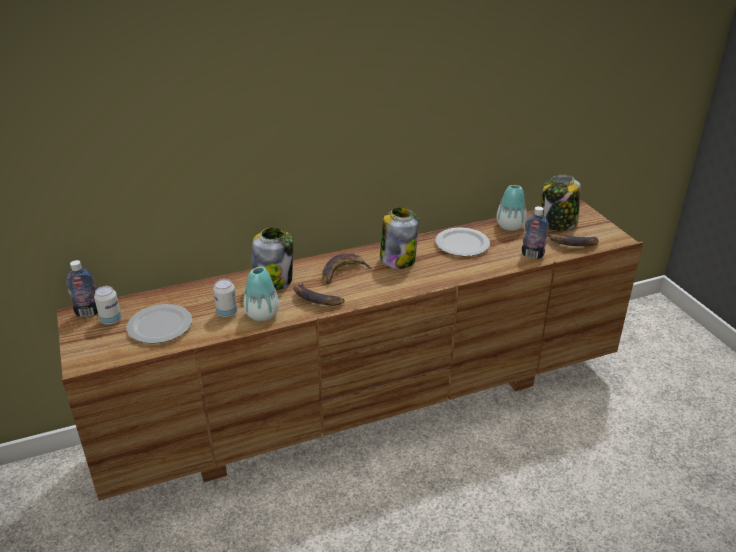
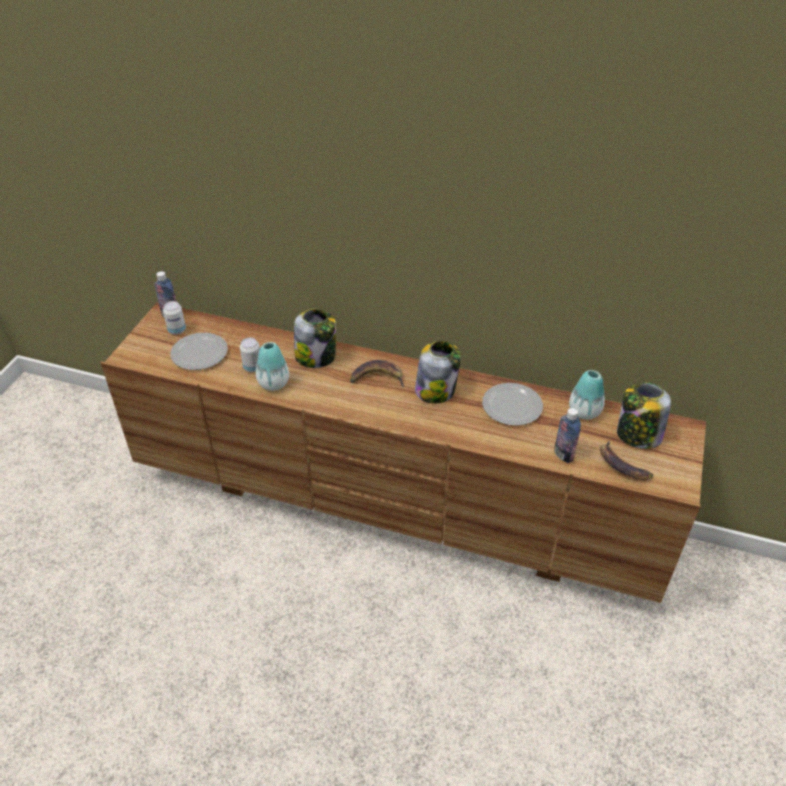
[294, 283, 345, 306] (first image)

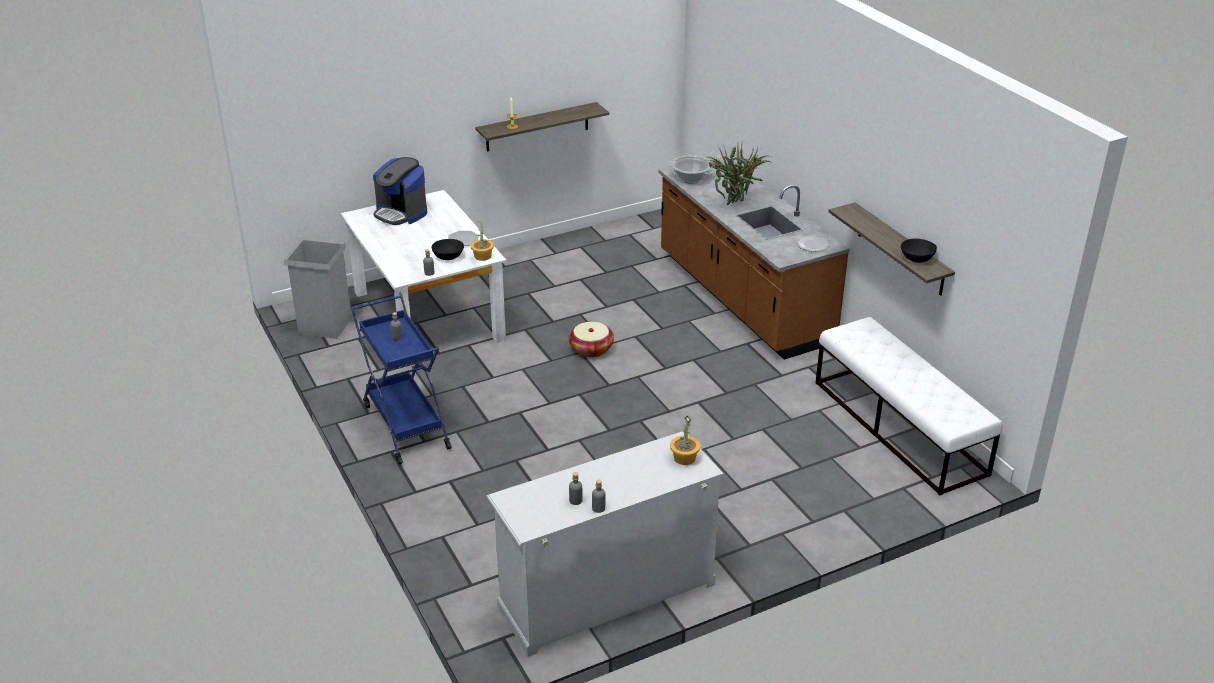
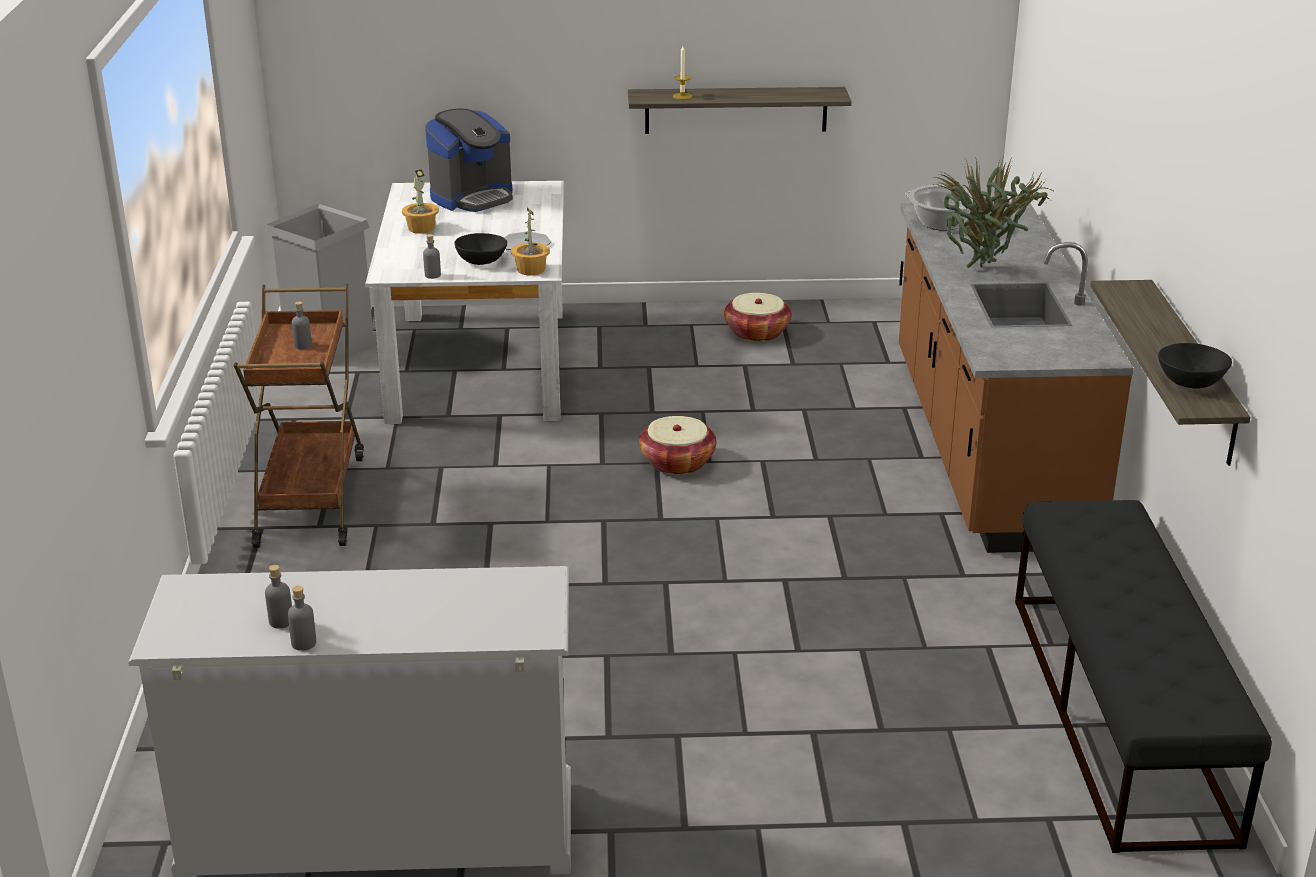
[796, 235, 830, 252] (first image)
[724, 293, 792, 342]
[402, 169, 439, 234]
[234, 283, 364, 548]
[1015, 500, 1272, 853]
[425, 108, 513, 212]

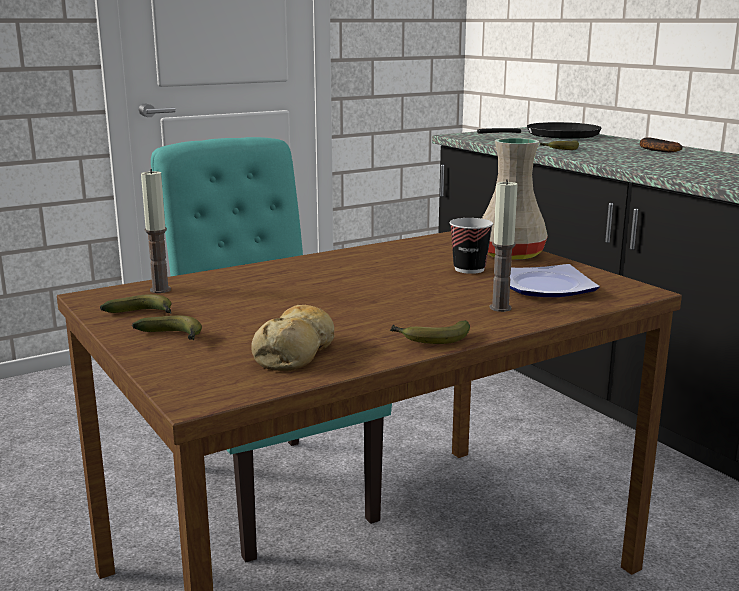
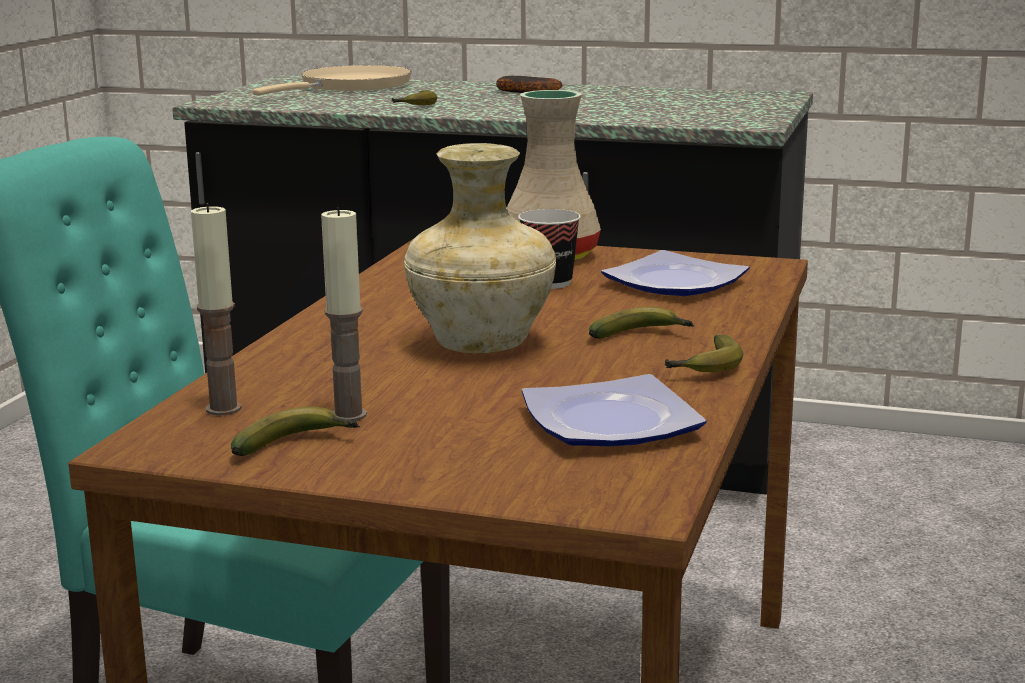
[404, 143, 556, 354]
[589, 307, 695, 339]
[321, 207, 367, 421]
[522, 374, 706, 446]
[253, 65, 412, 95]

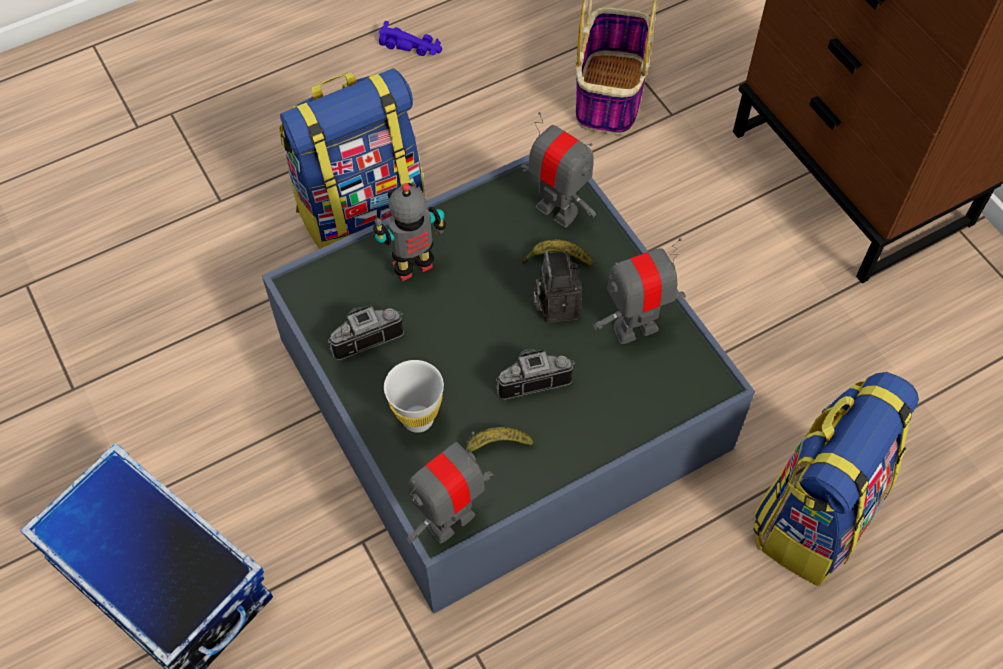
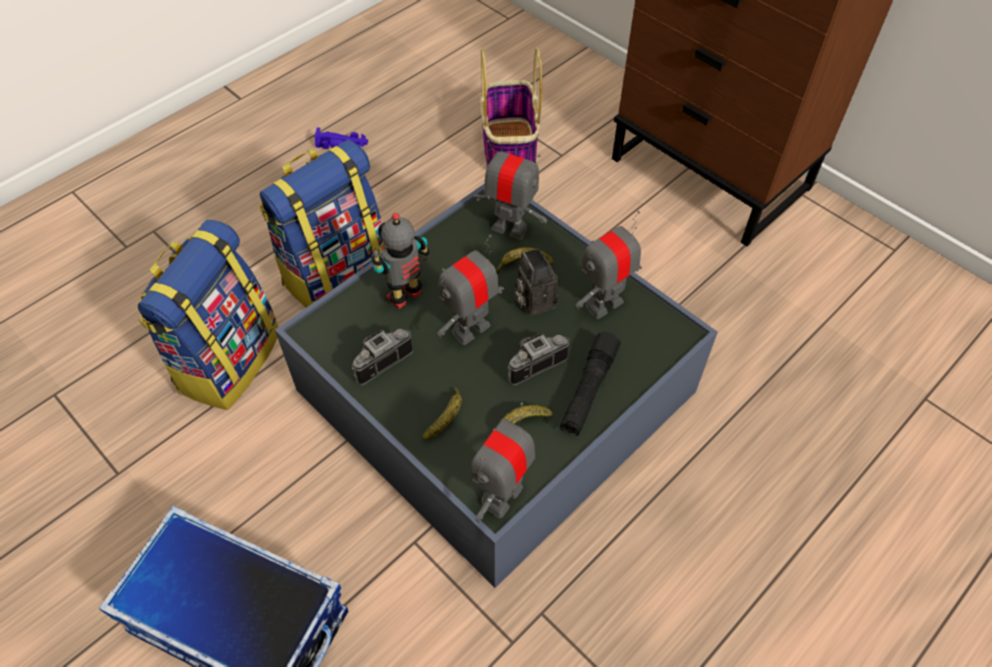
[437, 235, 505, 345]
[560, 332, 621, 436]
[138, 220, 278, 410]
[423, 388, 462, 440]

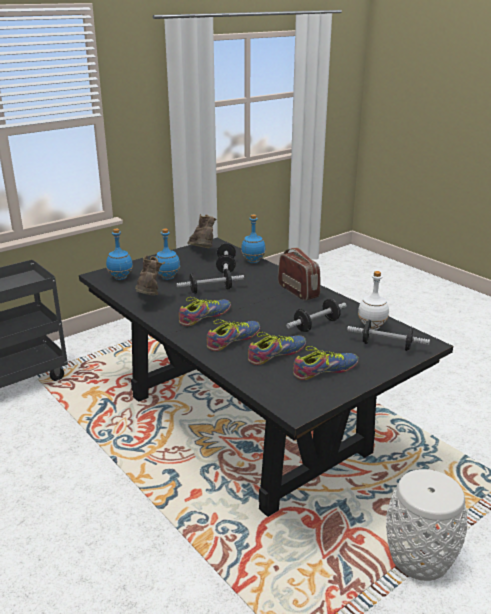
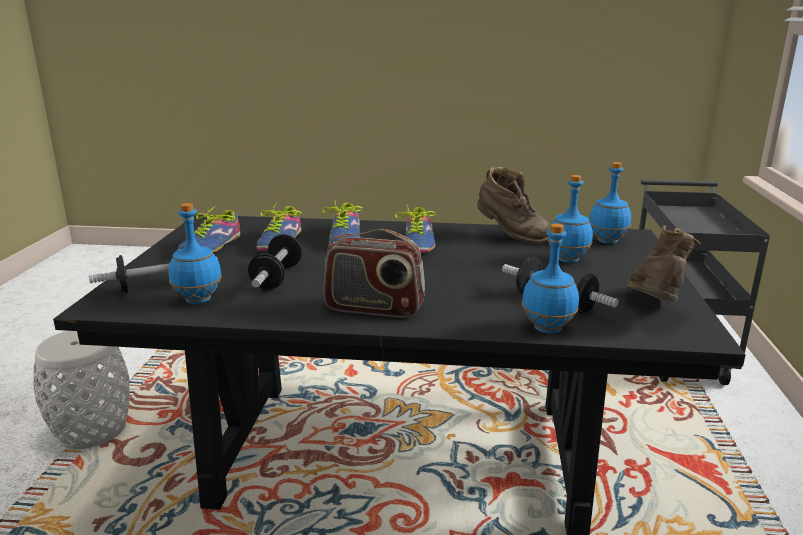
[176, 269, 244, 294] (first image)
[168, 203, 222, 304]
[625, 225, 701, 303]

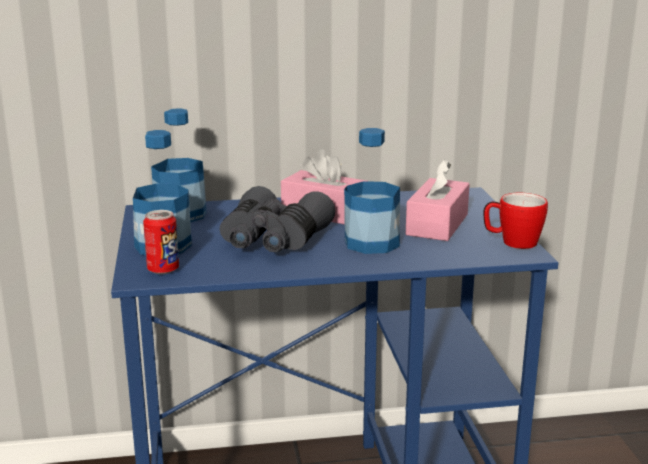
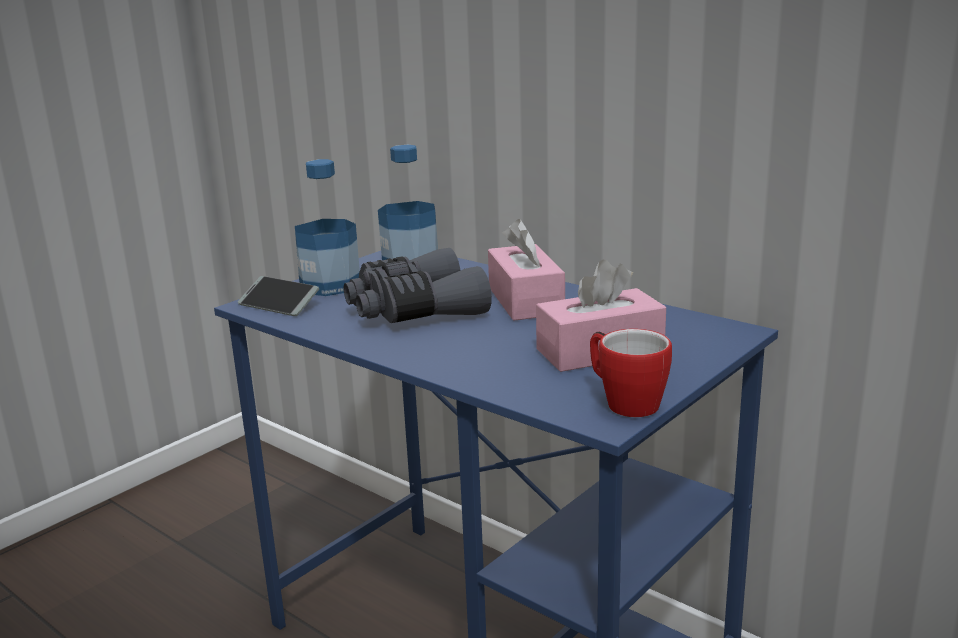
[344, 128, 400, 254] (first image)
[238, 276, 319, 316]

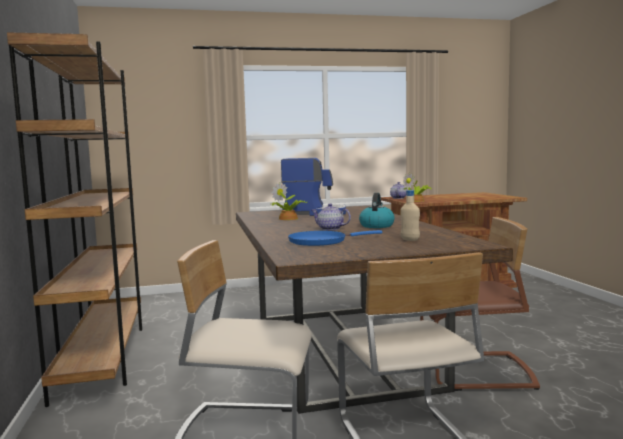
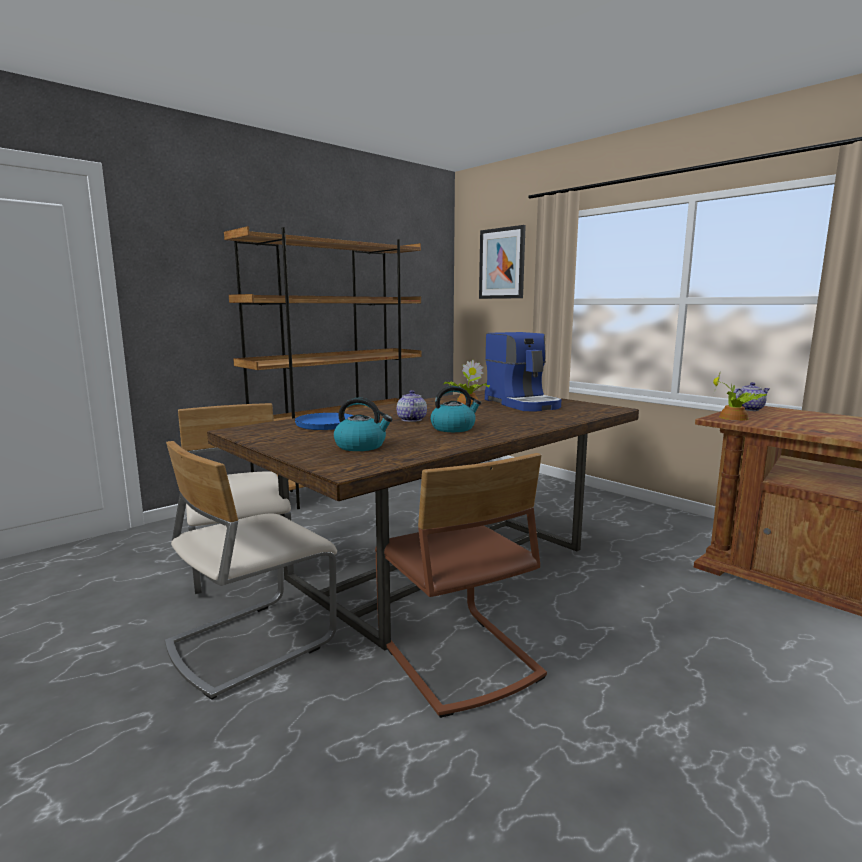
[479, 225, 526, 299]
[334, 398, 392, 451]

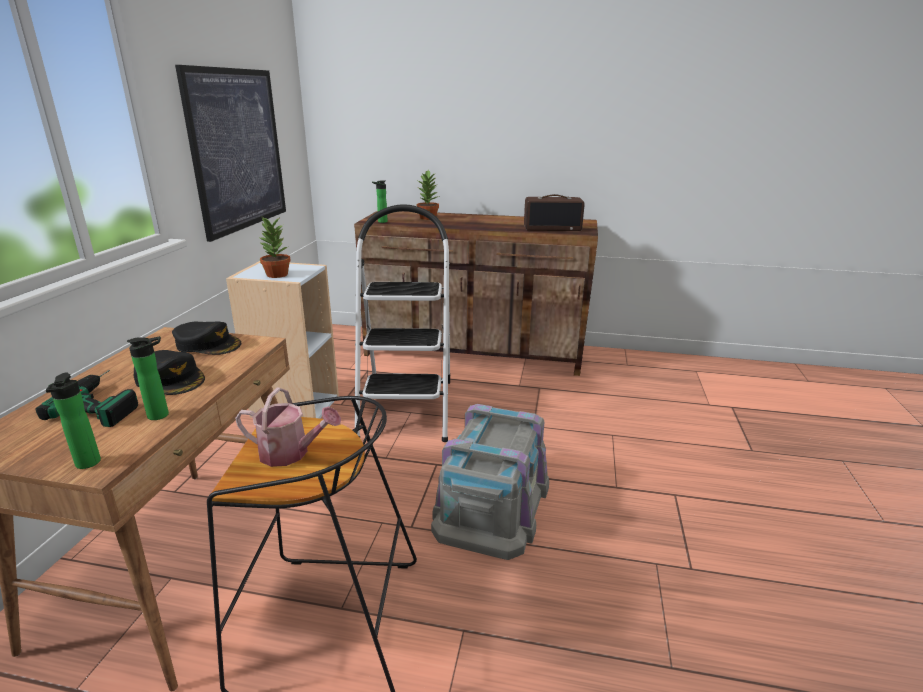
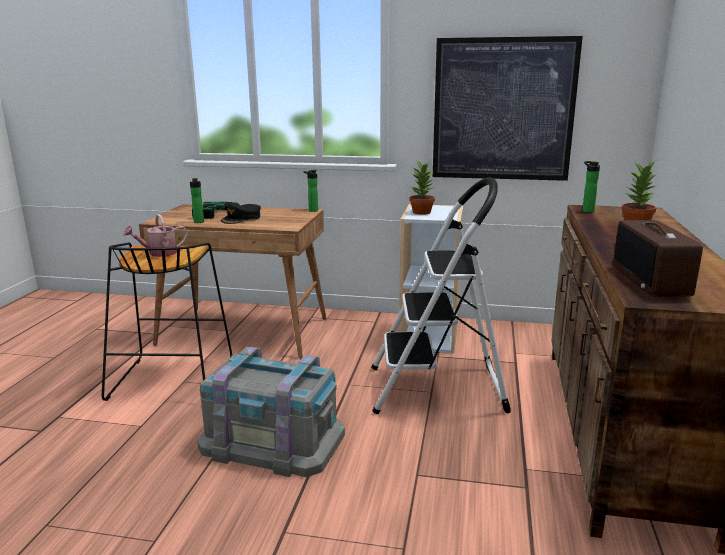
[172, 322, 241, 355] (first image)
[303, 170, 318, 212]
[123, 214, 188, 257]

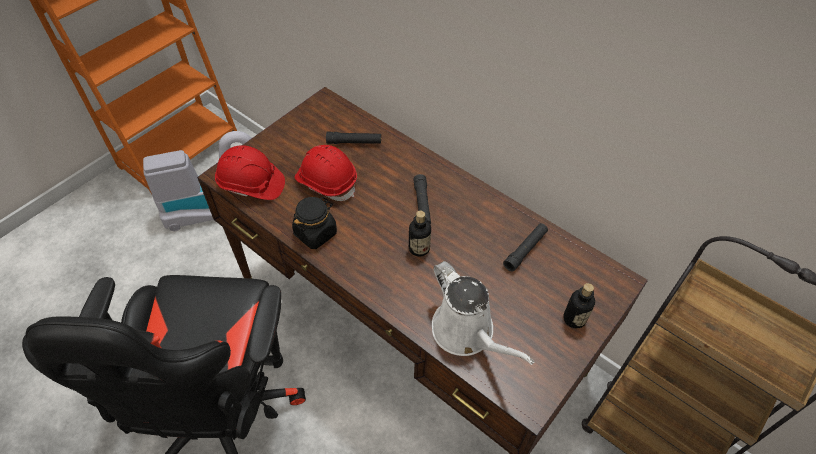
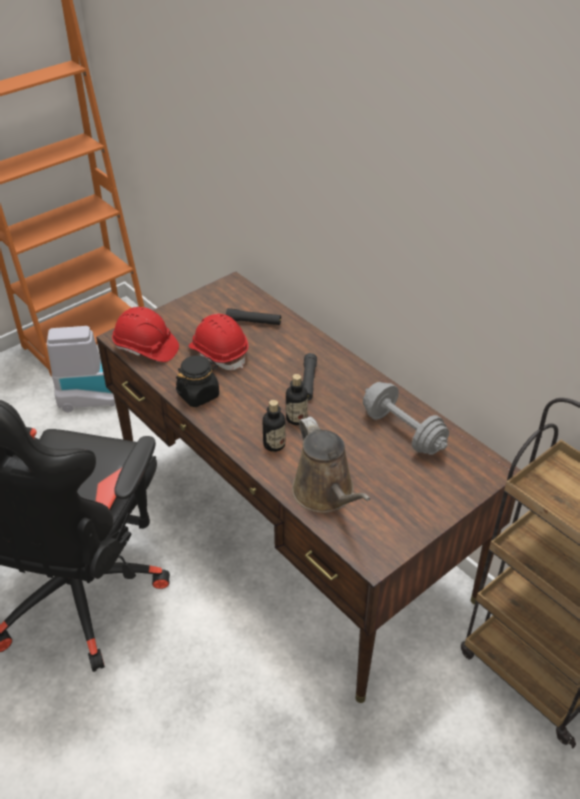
[263, 400, 285, 452]
[363, 382, 449, 455]
[292, 417, 370, 513]

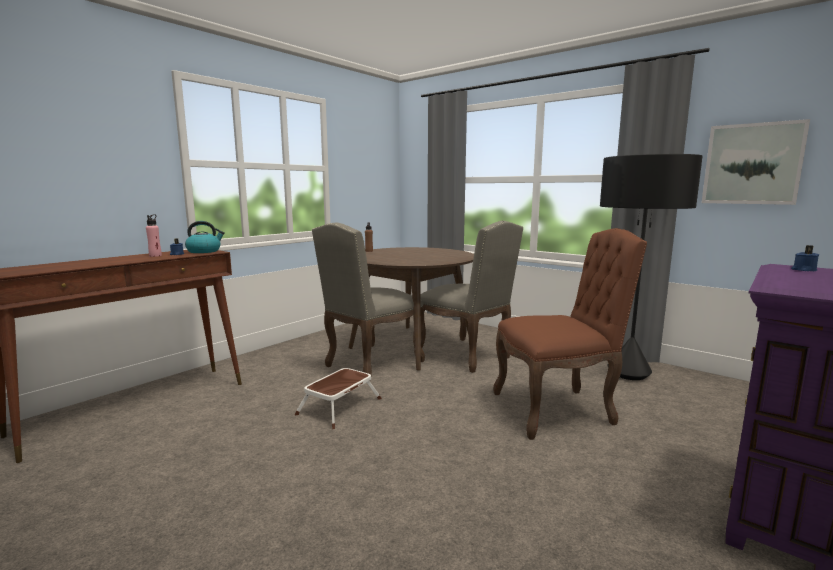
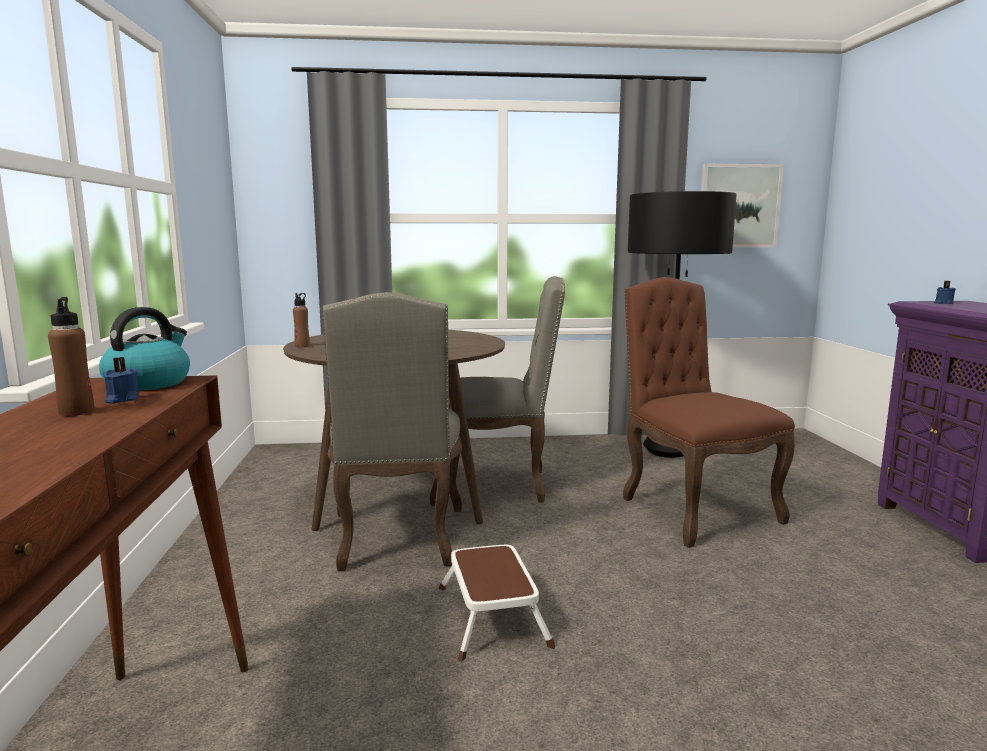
[48, 297, 94, 416]
[623, 277, 795, 548]

